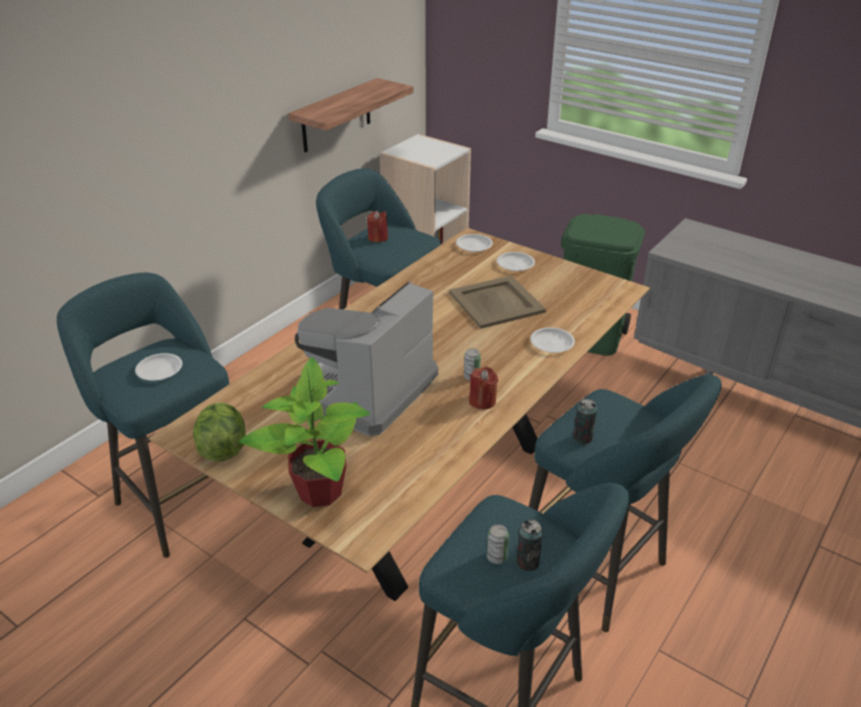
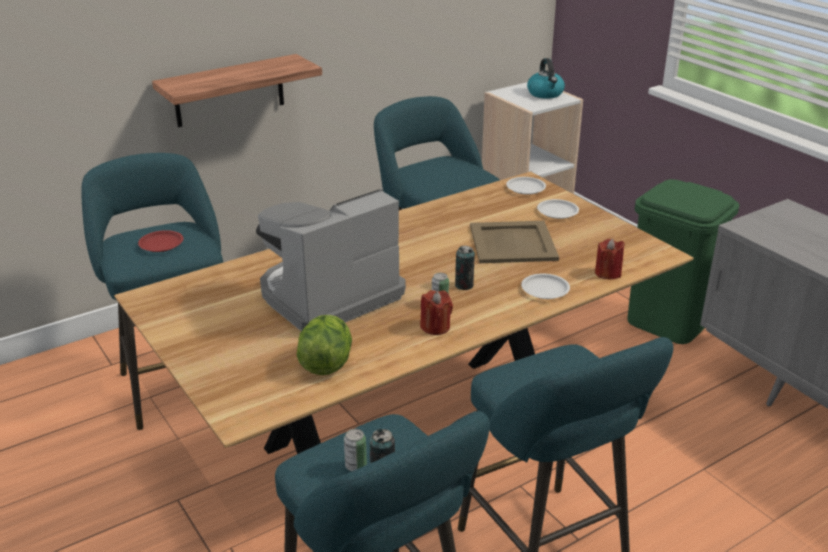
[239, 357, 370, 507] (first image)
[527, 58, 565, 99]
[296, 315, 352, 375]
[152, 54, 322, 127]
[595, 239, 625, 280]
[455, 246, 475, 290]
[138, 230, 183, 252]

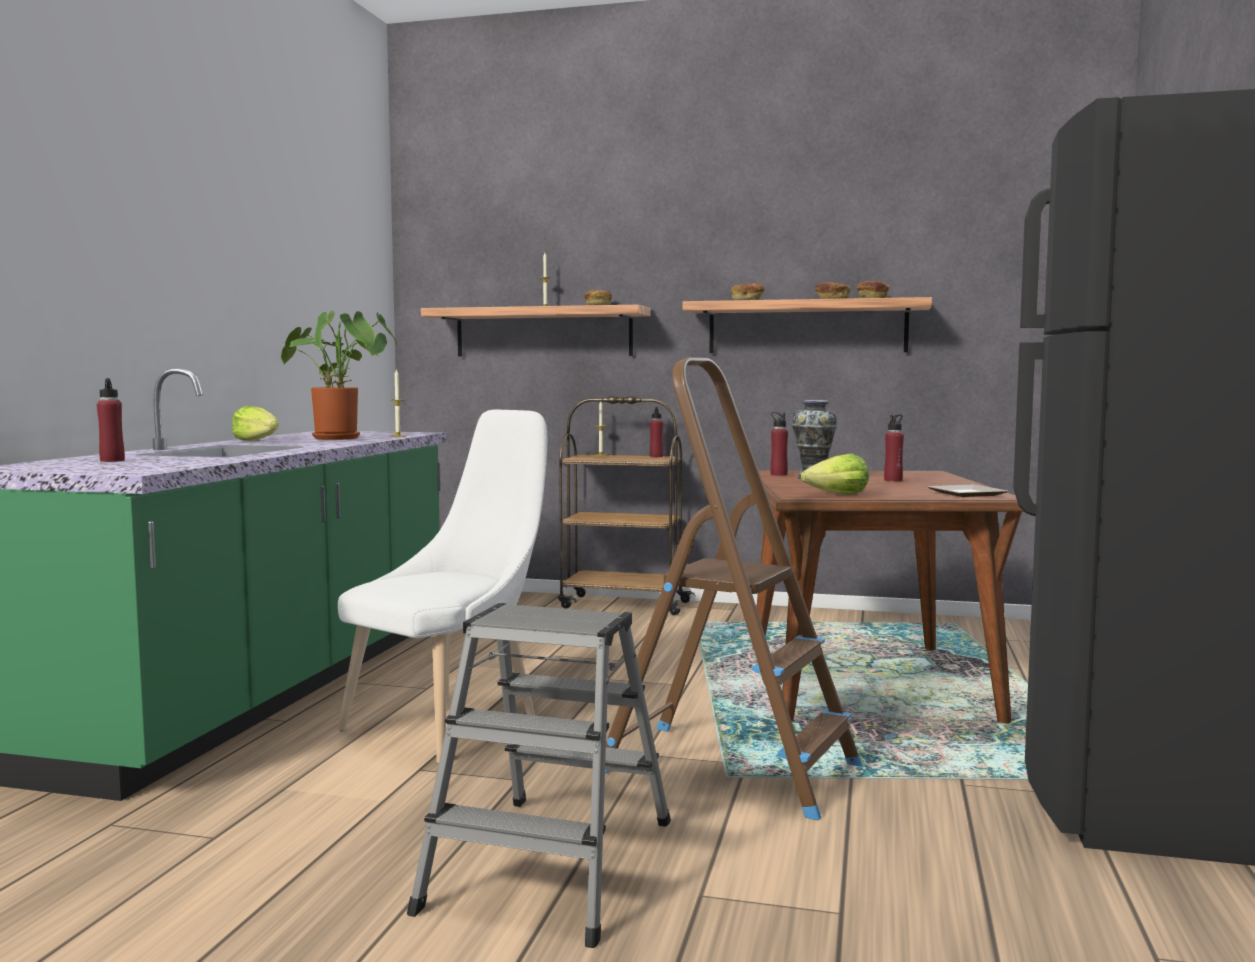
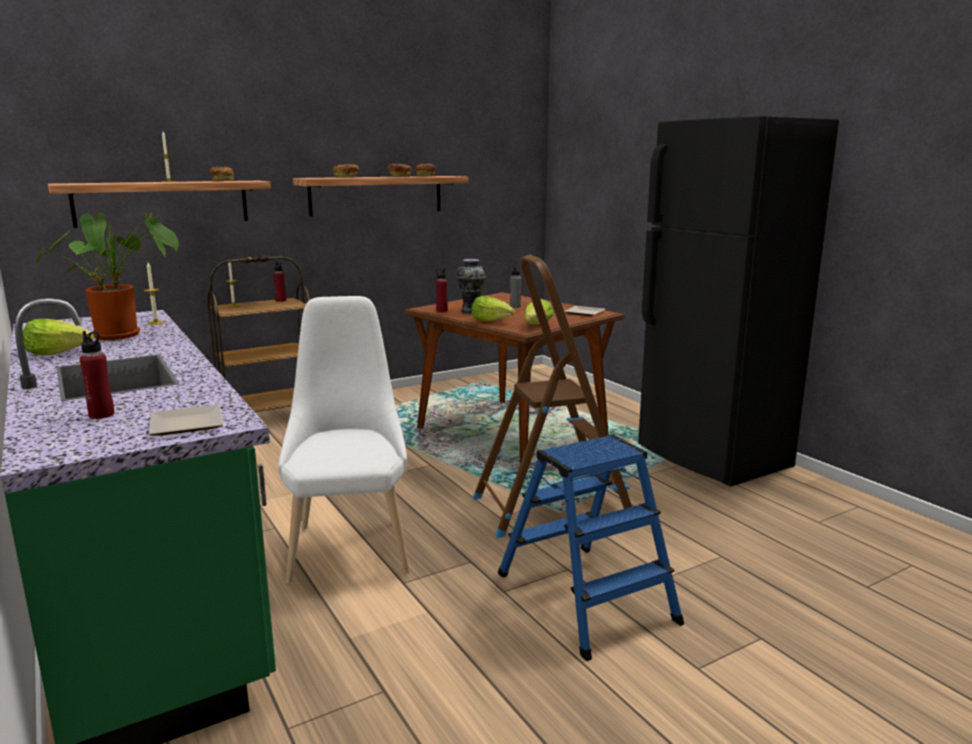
[149, 405, 223, 435]
[472, 296, 515, 322]
[498, 434, 684, 661]
[510, 265, 521, 308]

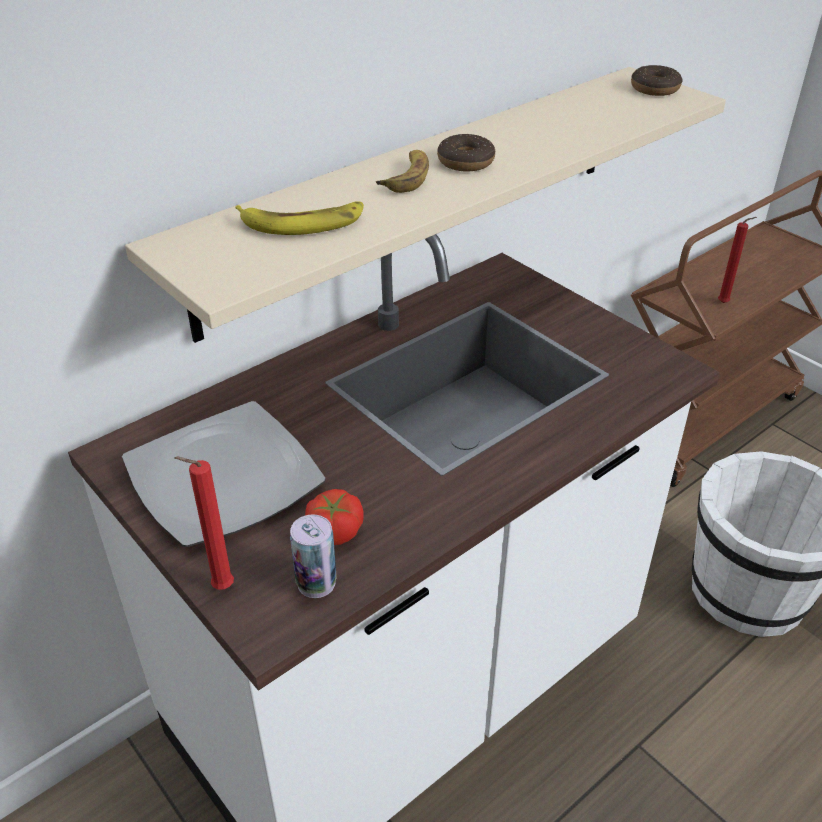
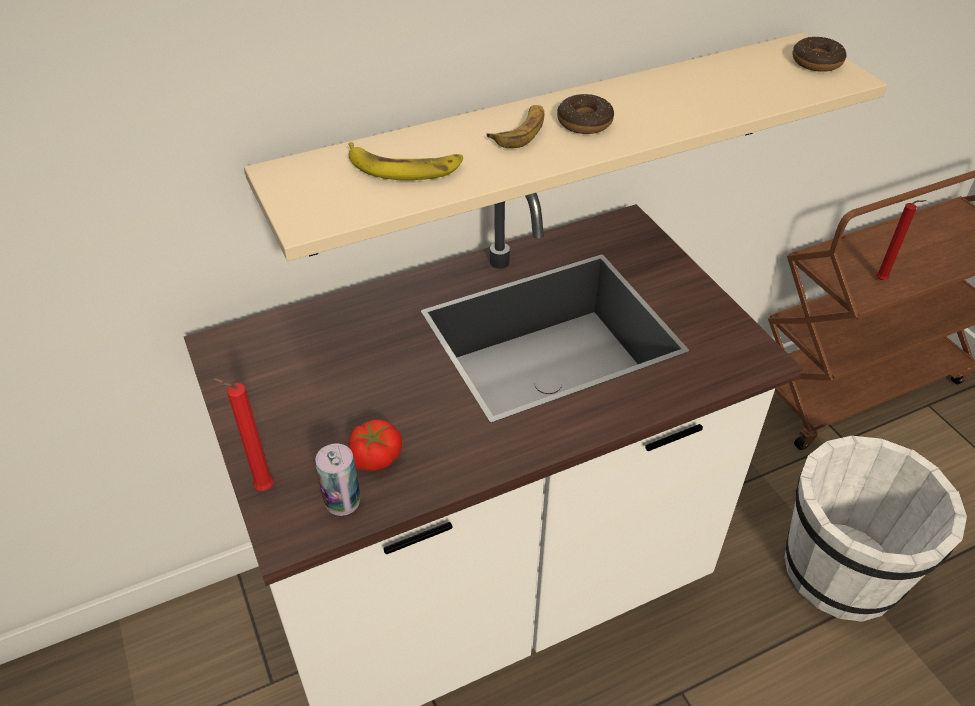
[122, 401, 326, 547] (first image)

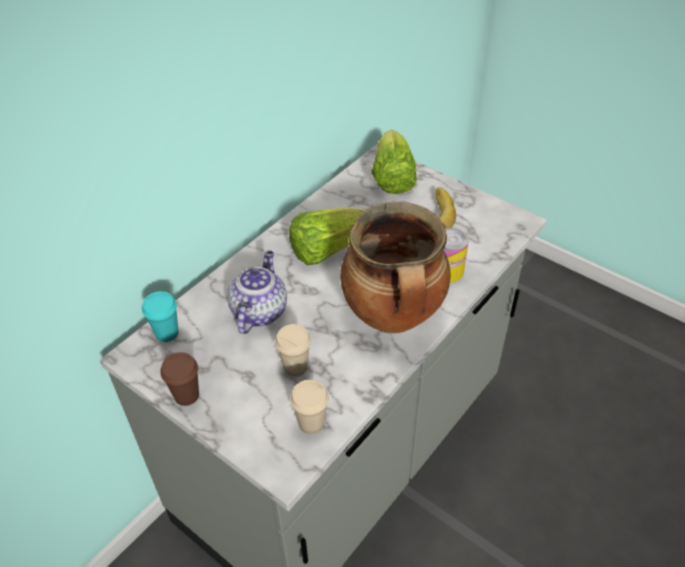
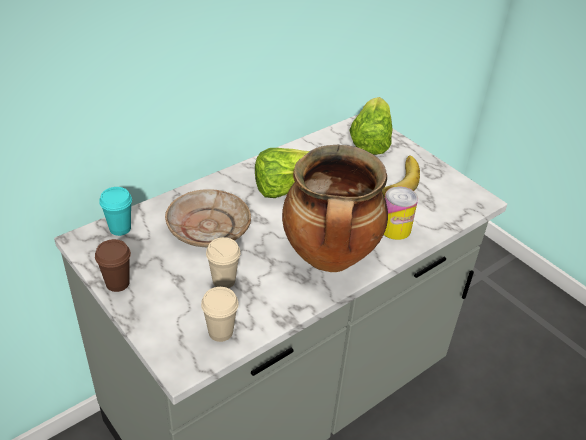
[165, 189, 251, 247]

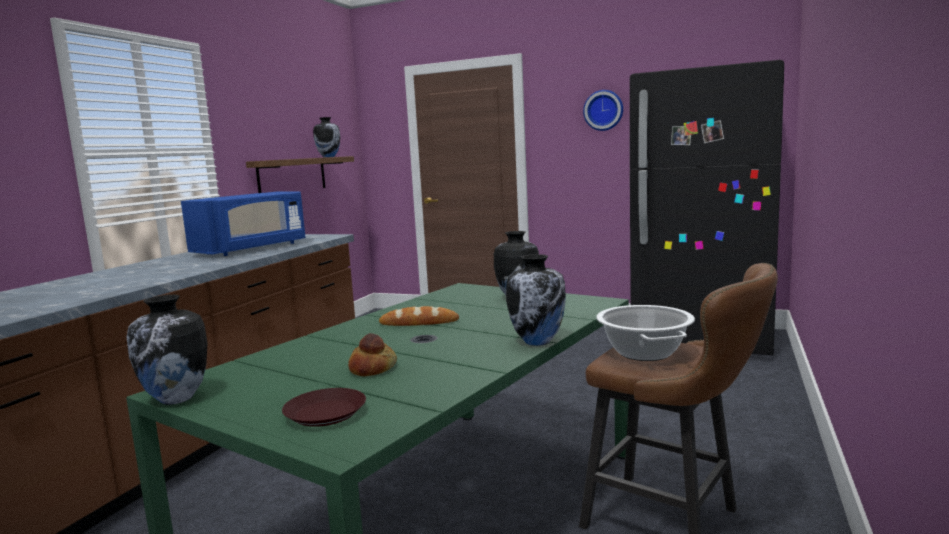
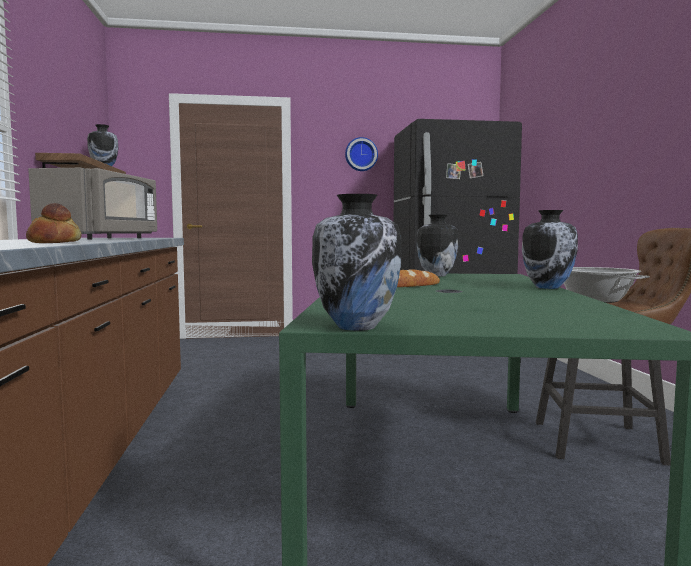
[282, 388, 366, 427] (first image)
[26, 203, 81, 243]
[28, 168, 157, 240]

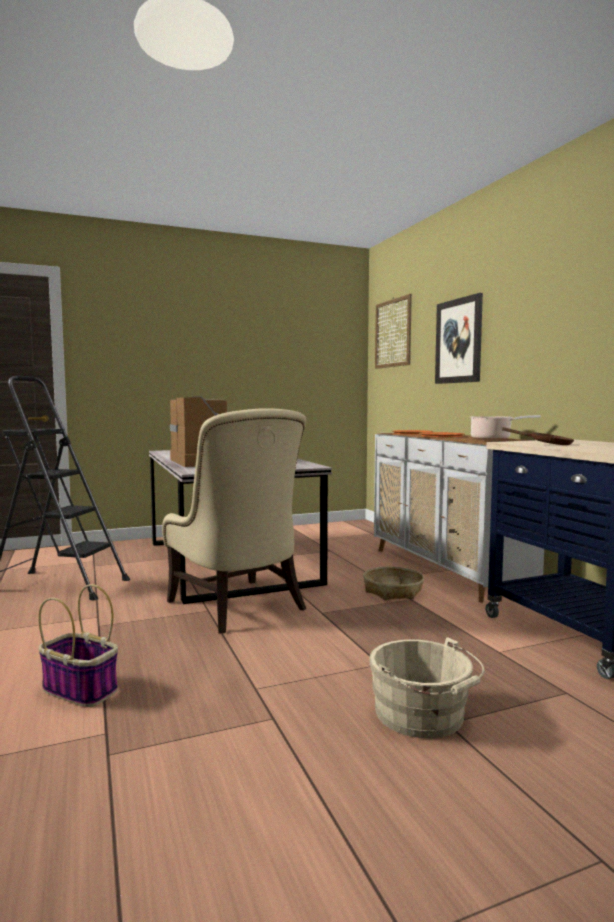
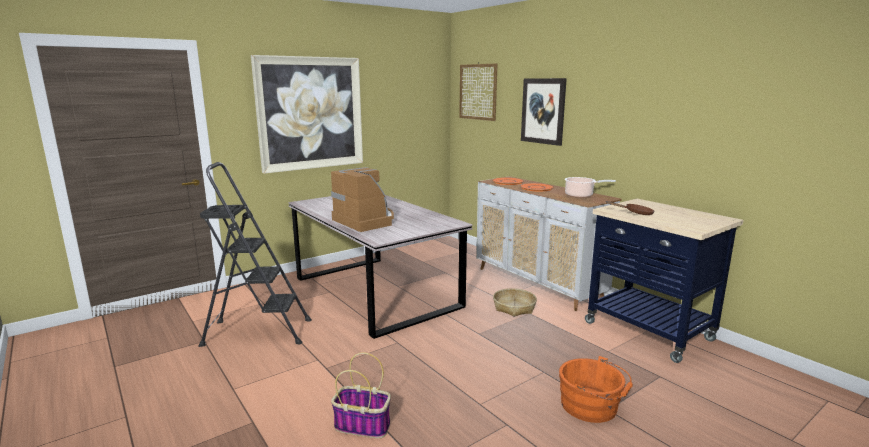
[162, 408, 306, 634] (first image)
[251, 55, 363, 174]
[559, 356, 633, 423]

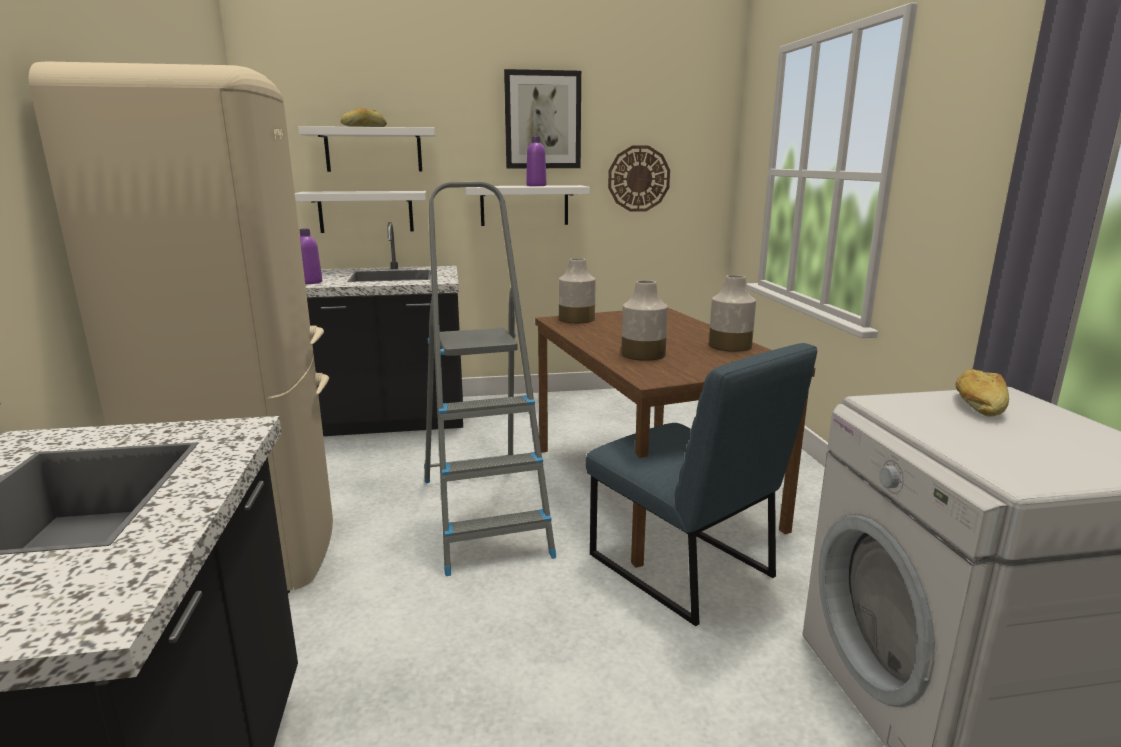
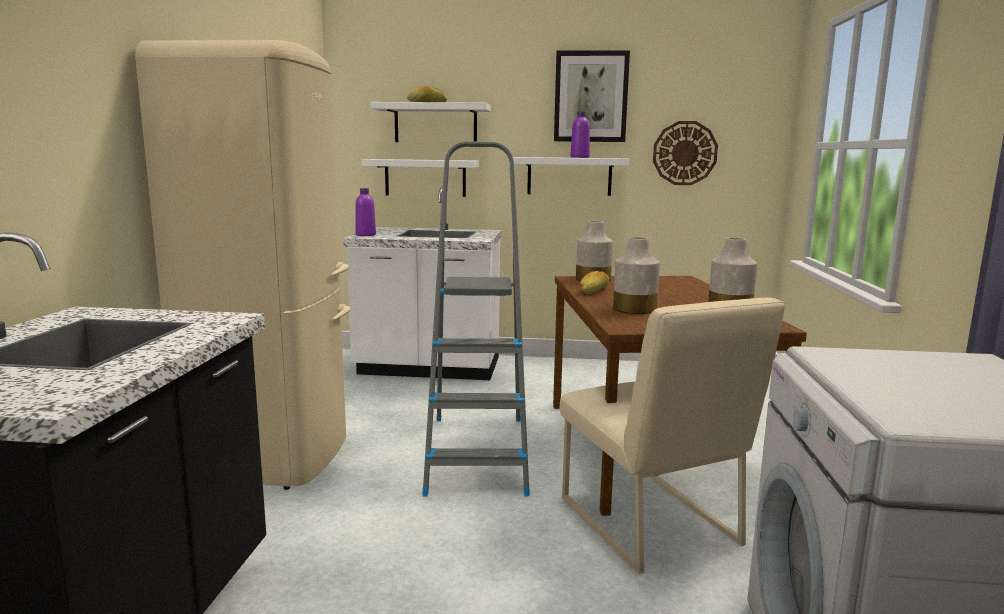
[580, 271, 609, 294]
[343, 187, 502, 380]
[560, 298, 785, 574]

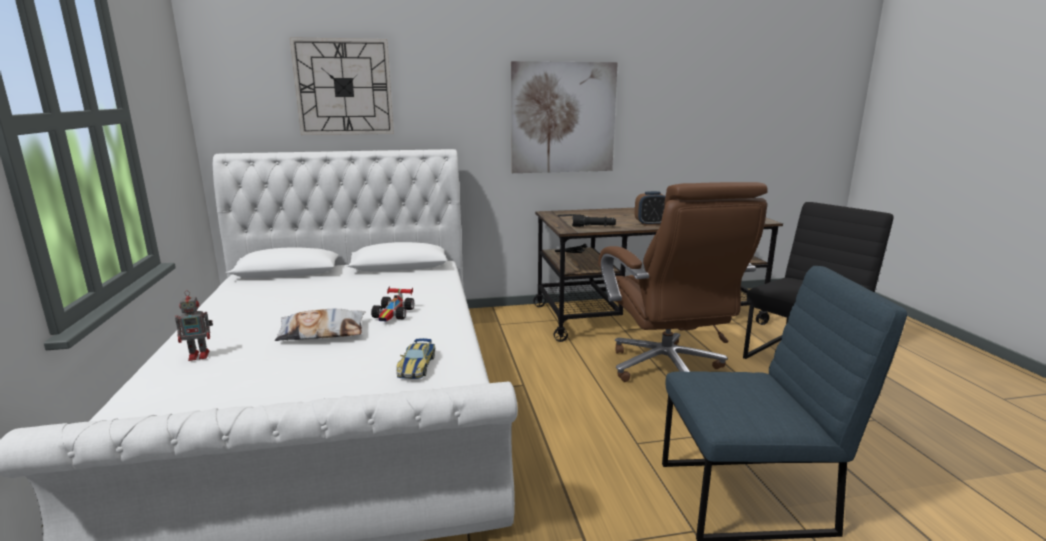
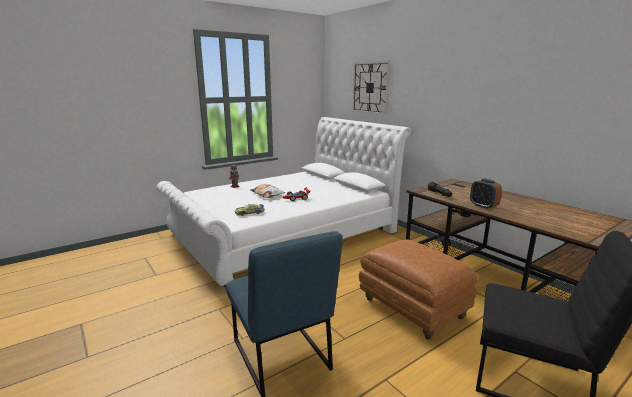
[511, 61, 618, 173] (first image)
[359, 239, 478, 339]

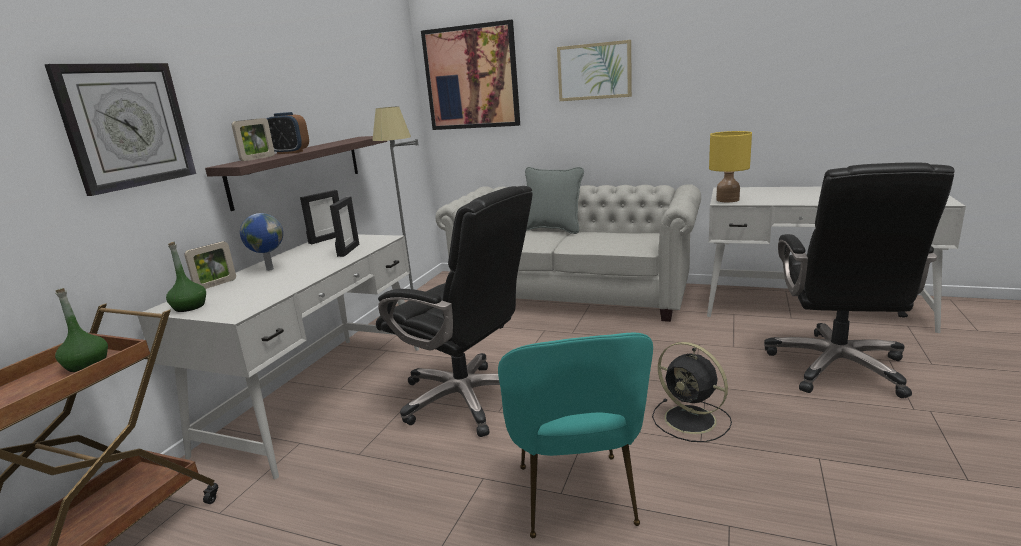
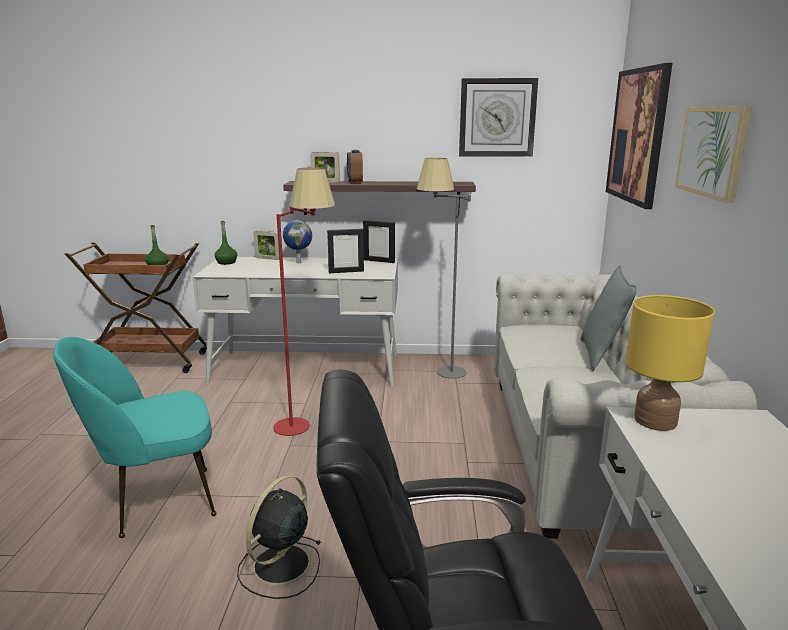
[459, 78, 538, 157]
[273, 167, 335, 436]

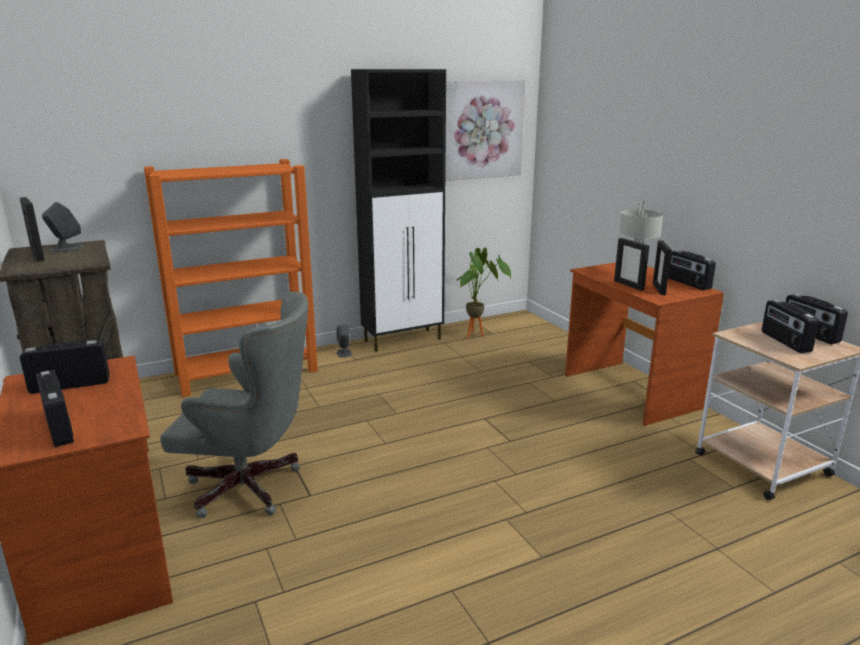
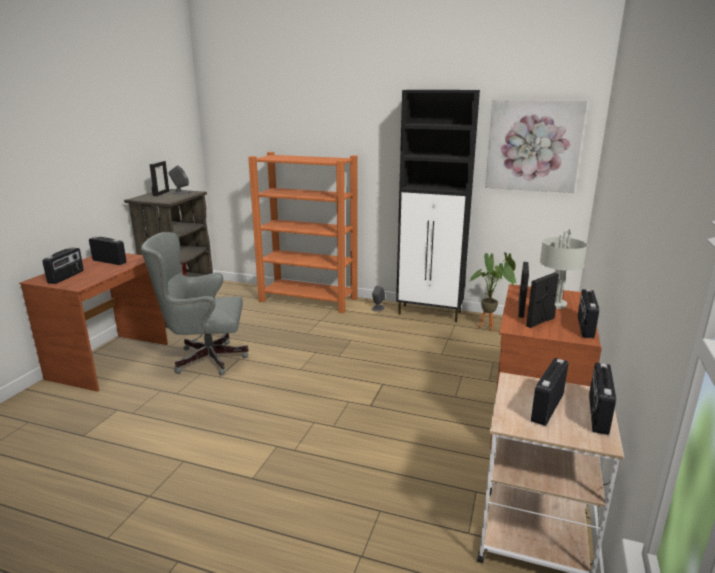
[141, 232, 248, 375]

